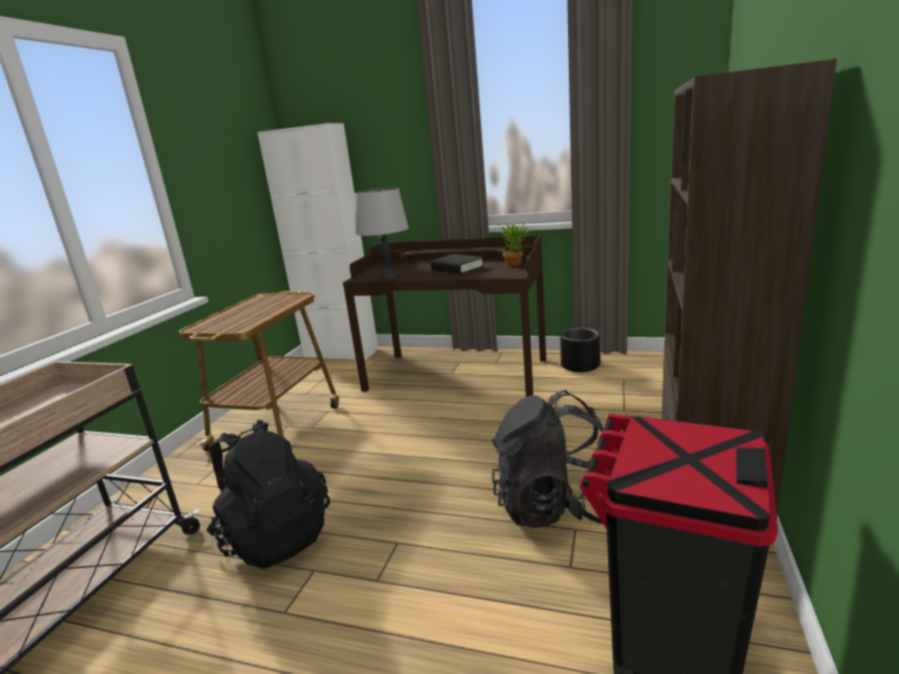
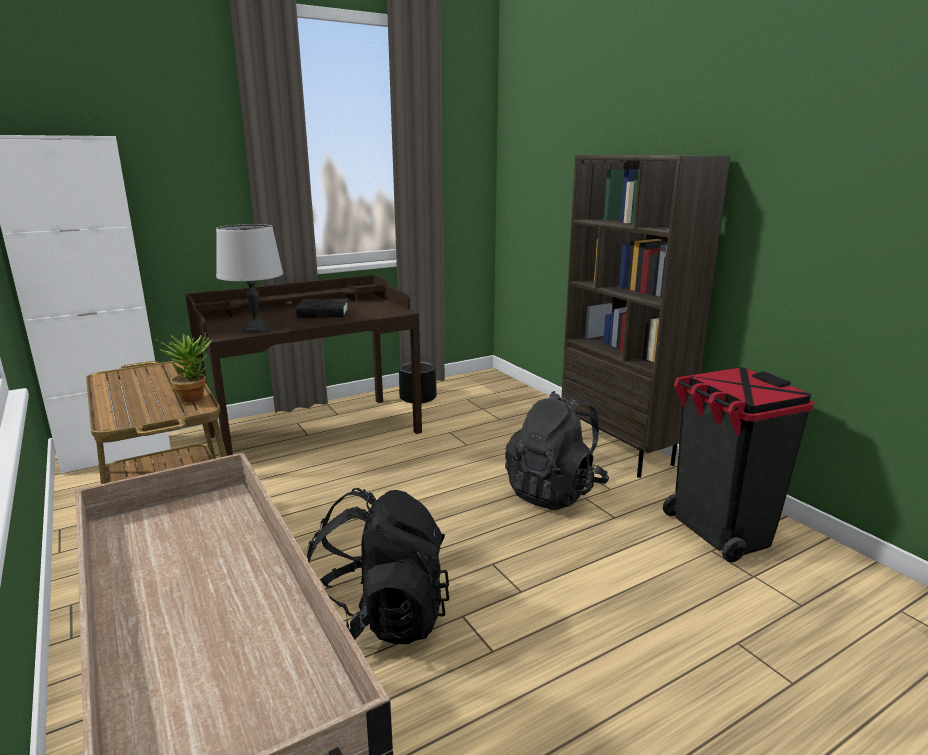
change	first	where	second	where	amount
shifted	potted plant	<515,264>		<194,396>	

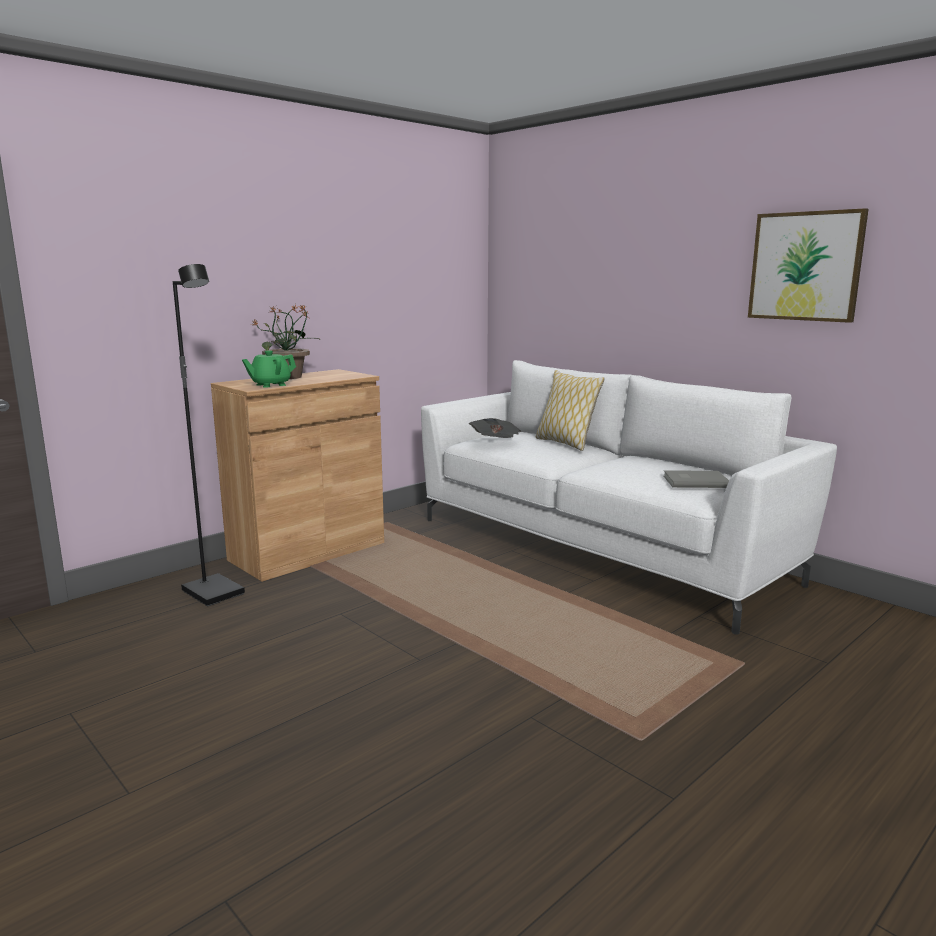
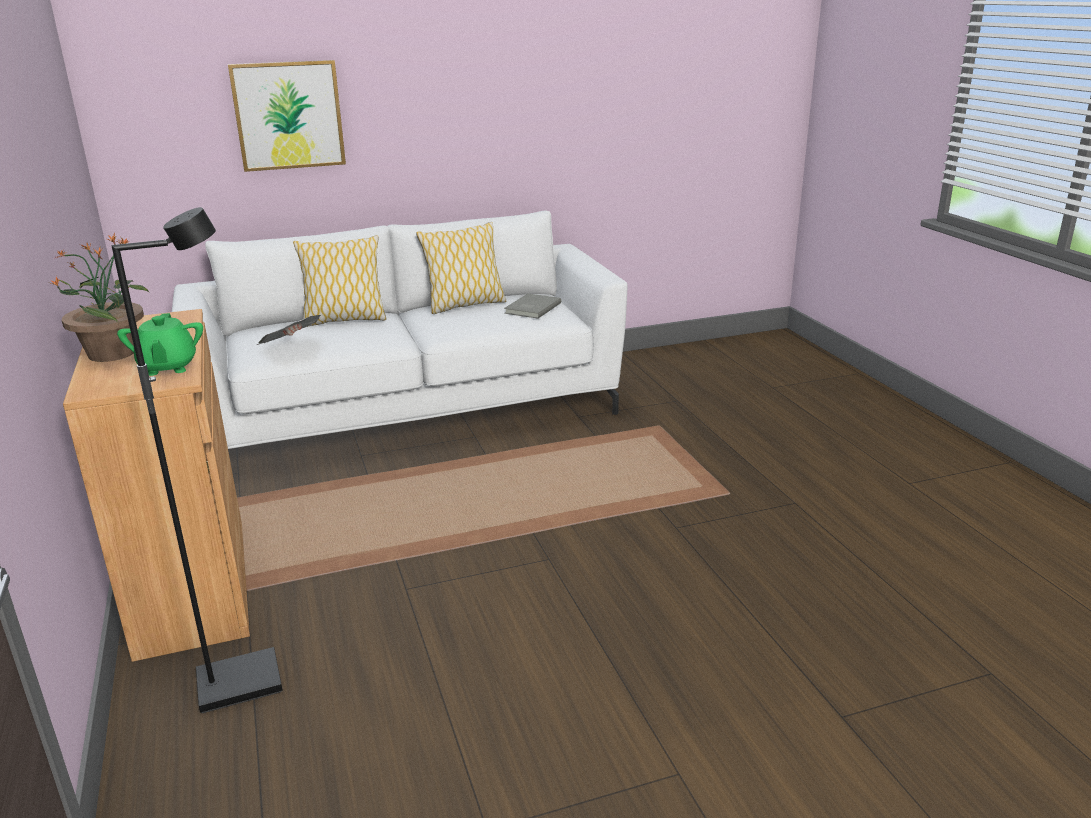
change	first	where	second	where	amount
shifted	picture	<805,266>		<288,115>	
new			pillow	<464,305>	

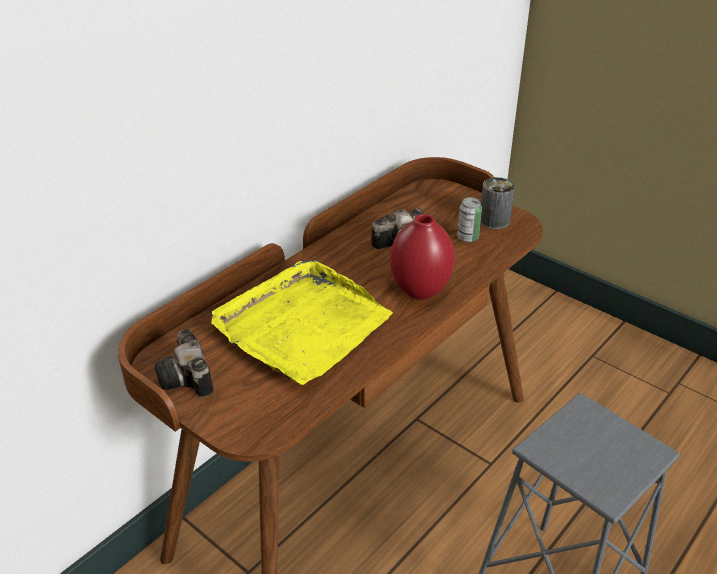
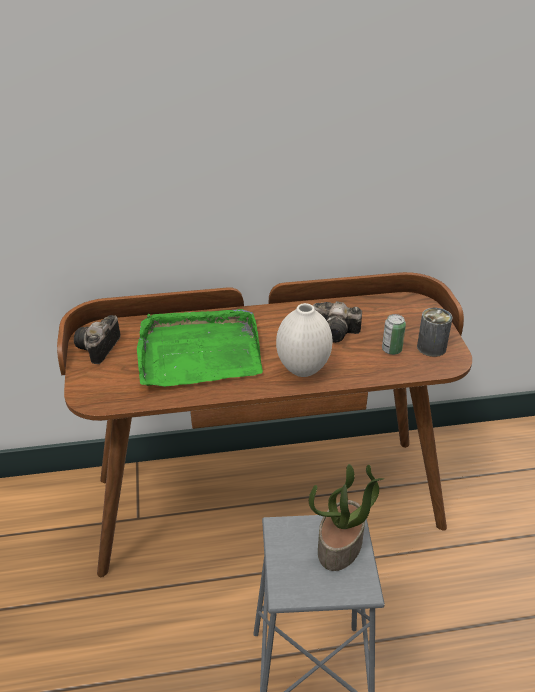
change	first	where	second	where	amount
repainted	yellow tray	<302,325>	green tray	<198,352>	
repainted	red vase	<419,292>	white vase	<302,369>	
new			potted plant	<341,546>	

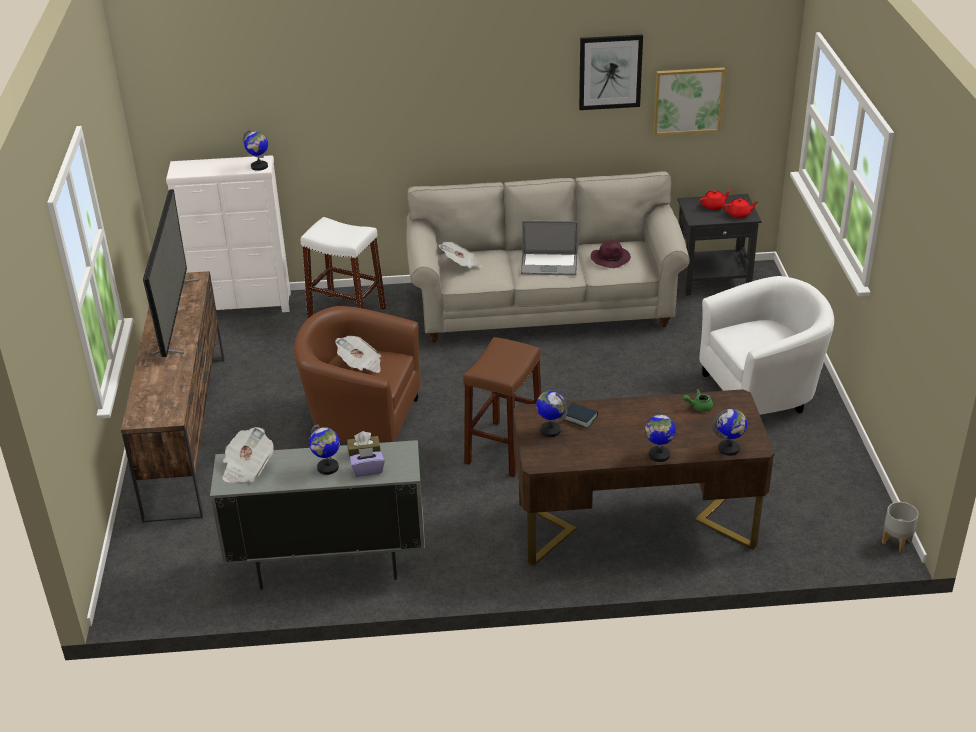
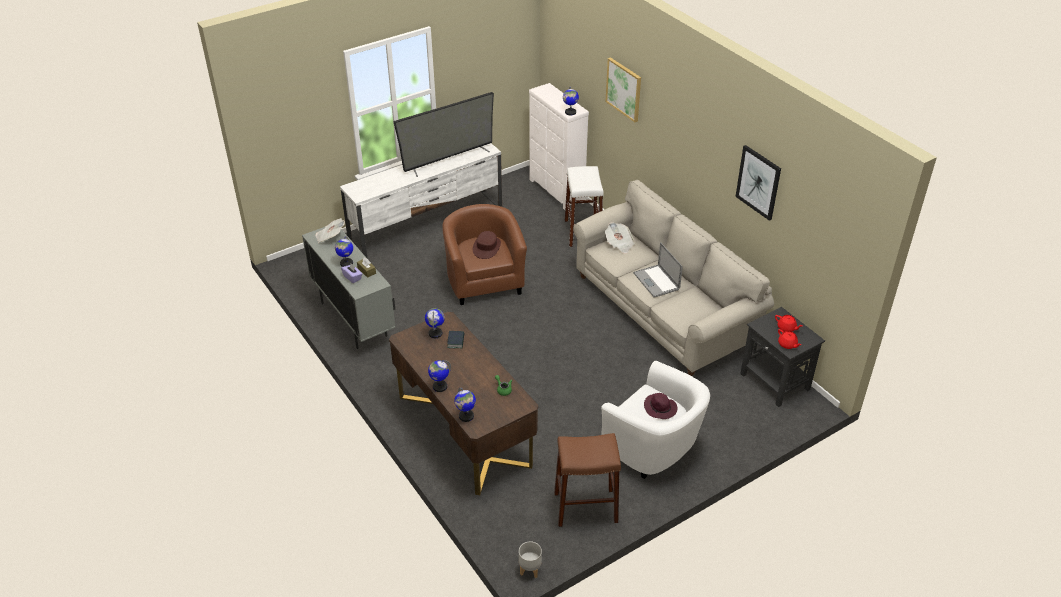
change	first	where	second	where	amount
repainted	brown tv stand	<187,433>	white tv stand	<427,224>	
swapped	newspaper	<360,365>	brown hat	<487,247>	
shifted	brown stool	<504,448>		<585,507>	
shifted	picture	<688,100>		<624,89>	
shifted	purple hat	<611,259>		<660,408>	

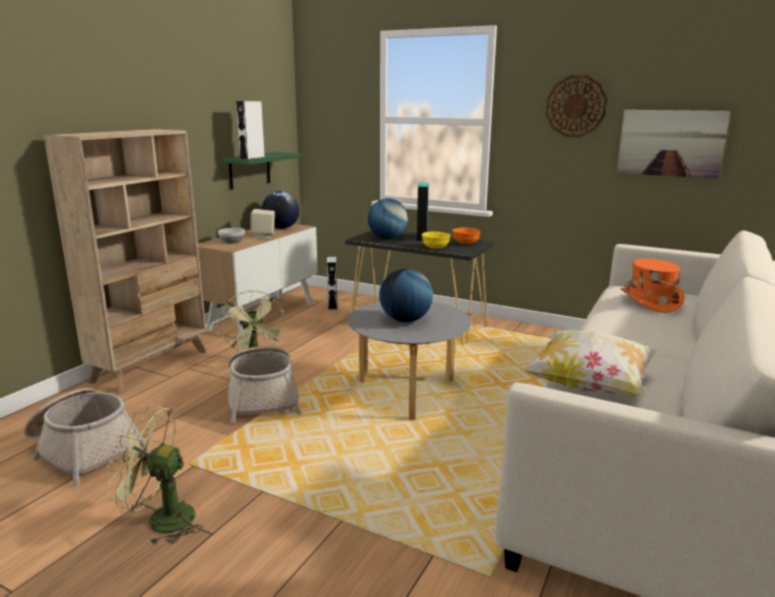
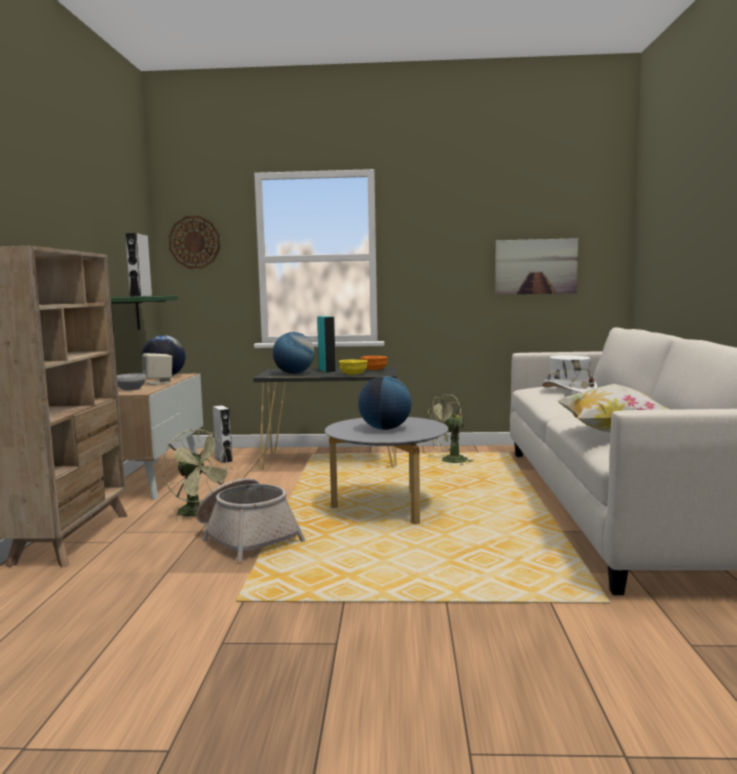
change	first	where	second	where	amount
shifted	wall clock	<576,106>		<194,242>	
shifted	green fan	<161,519>		<449,461>	
repainted	orange hat	<650,301>	white hat	<568,390>	
gone	basket	<85,450>			

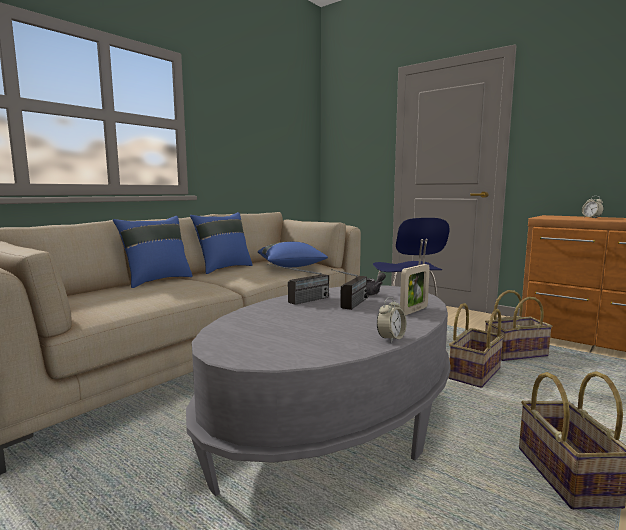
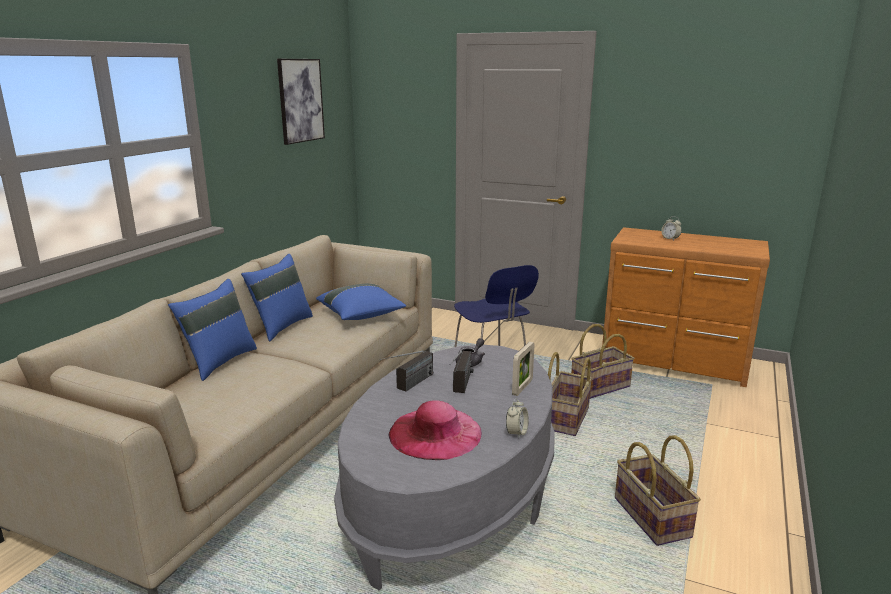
change	first	where	second	where	amount
new			picture	<300,100>	
new			pink hat	<435,433>	

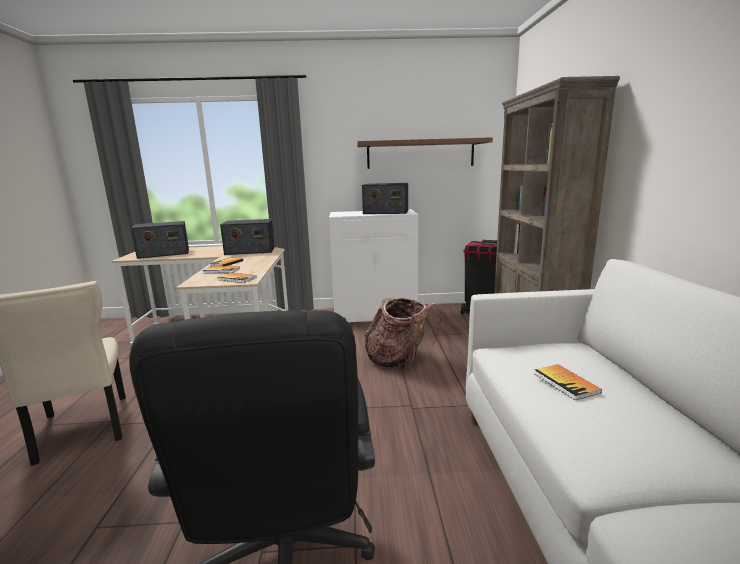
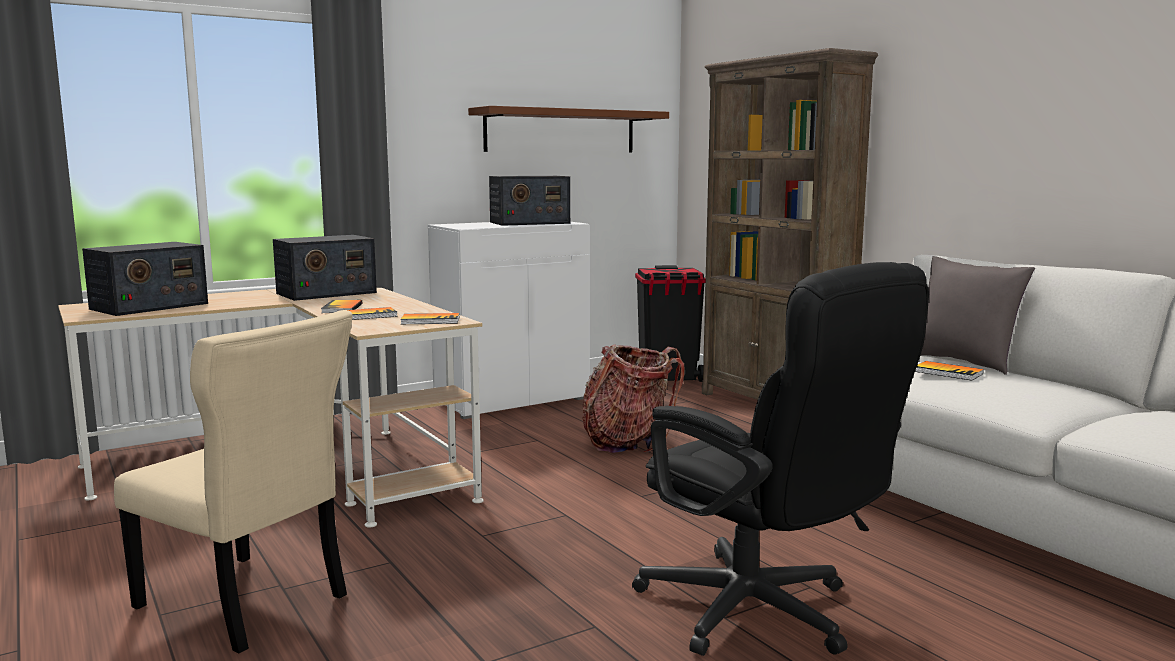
change	first	where	second	where	amount
new			grey pillow	<963,363>	

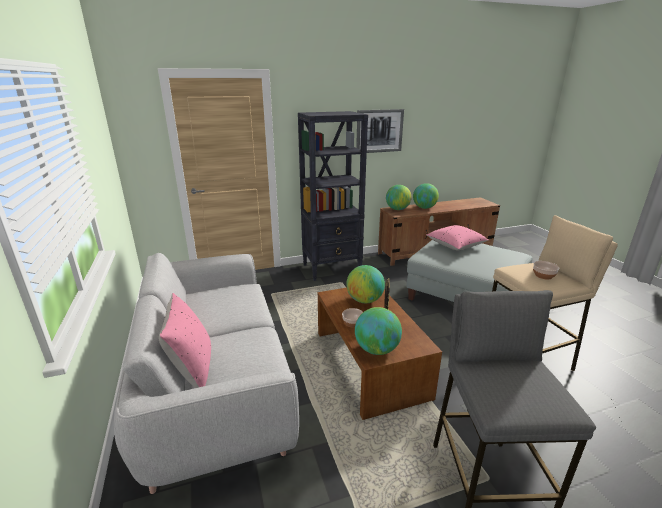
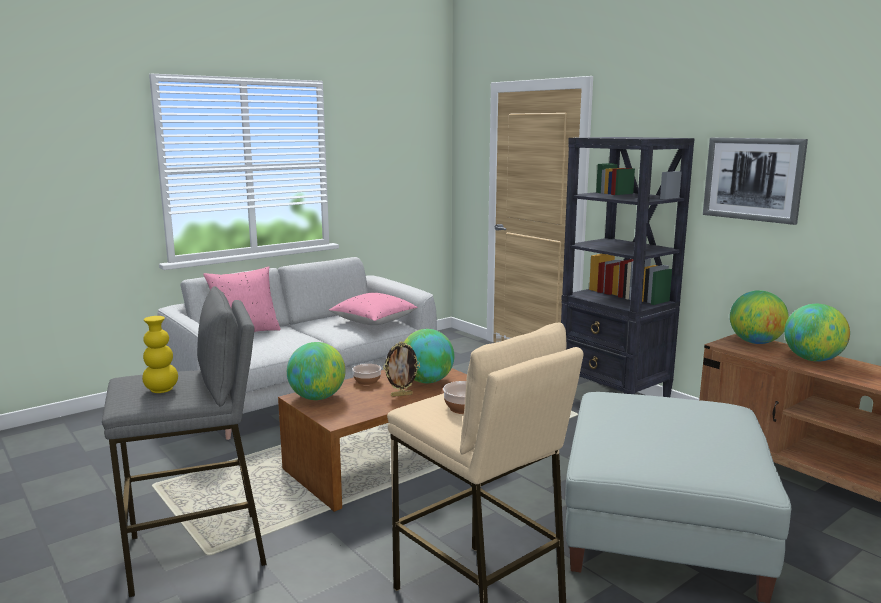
change	first	where	second	where	amount
new			yellow vase	<161,390>	
shifted	pink pillow	<455,246>		<374,322>	

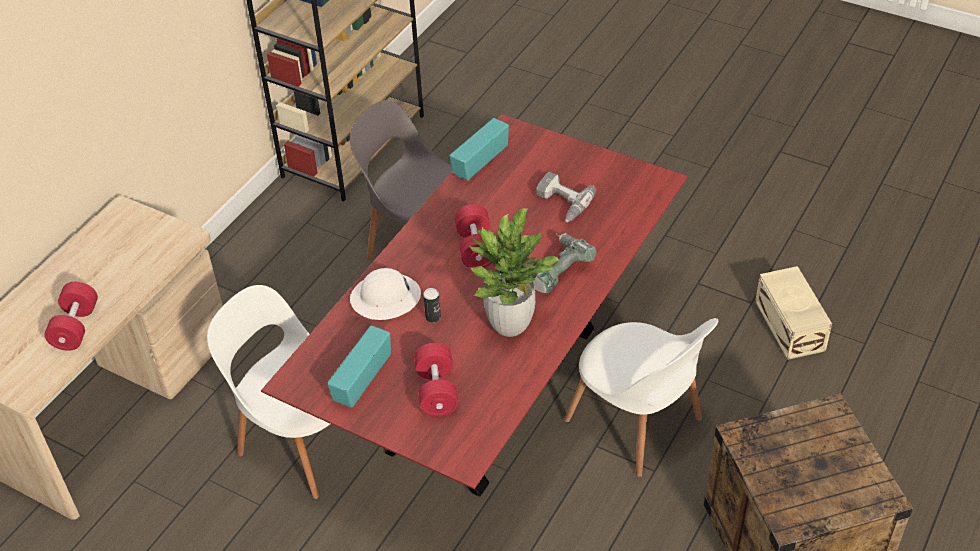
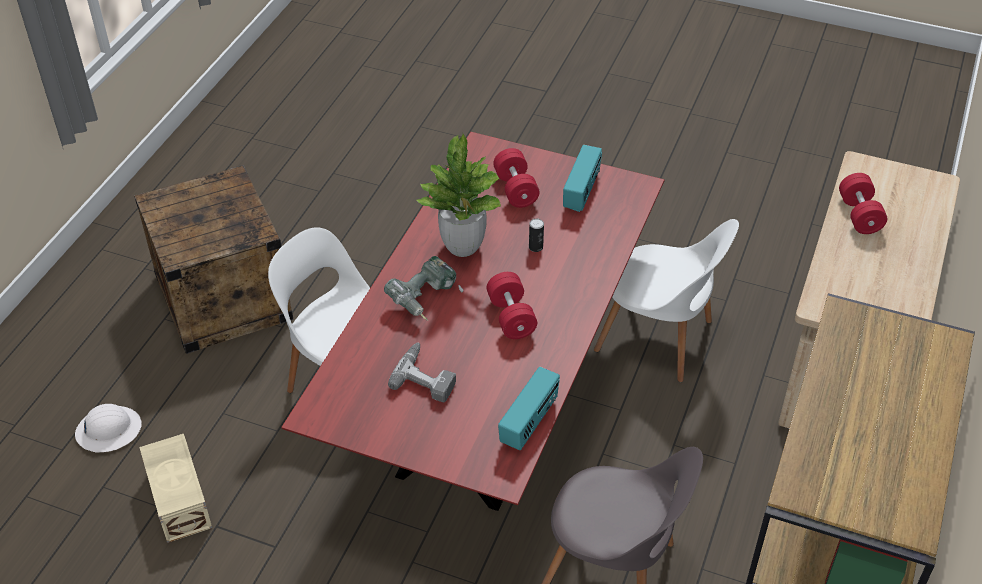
change	first	where	second	where	amount
shifted	white hard hat	<386,298>		<108,430>	

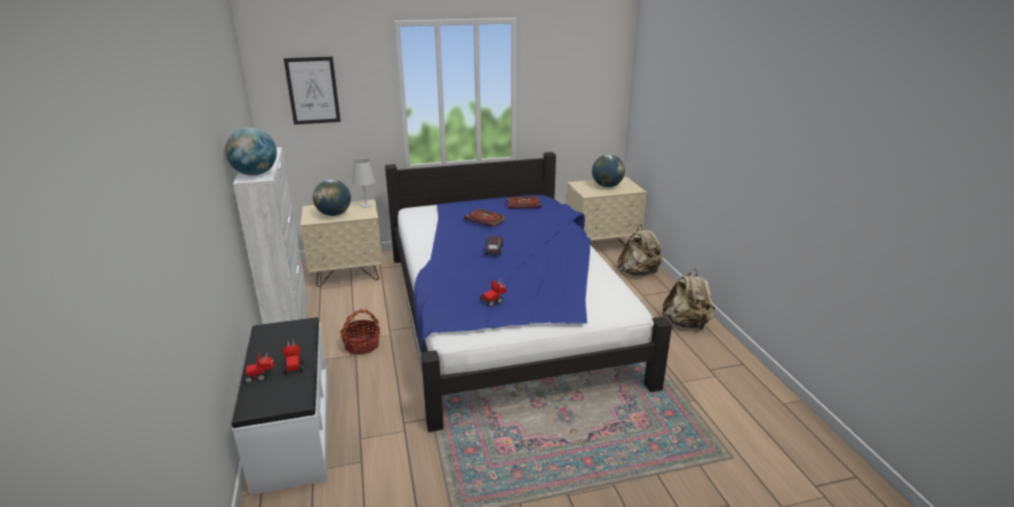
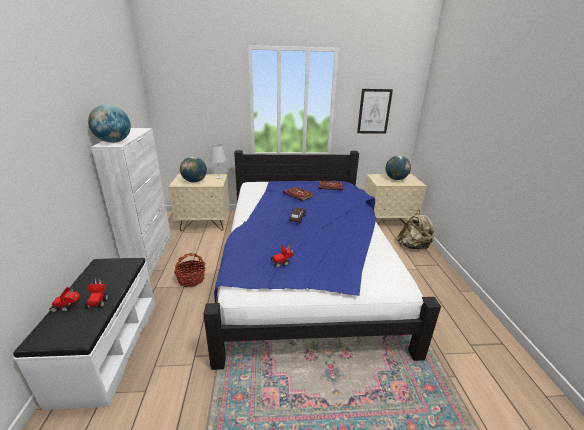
change	first	where	second	where	amount
shifted	picture	<313,90>		<374,111>	
gone	beige backpack	<687,323>			

